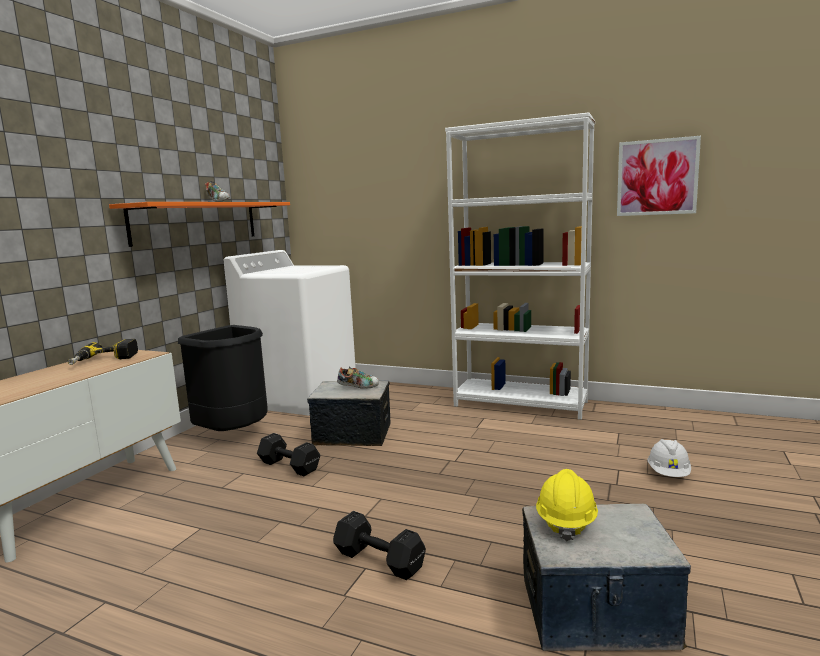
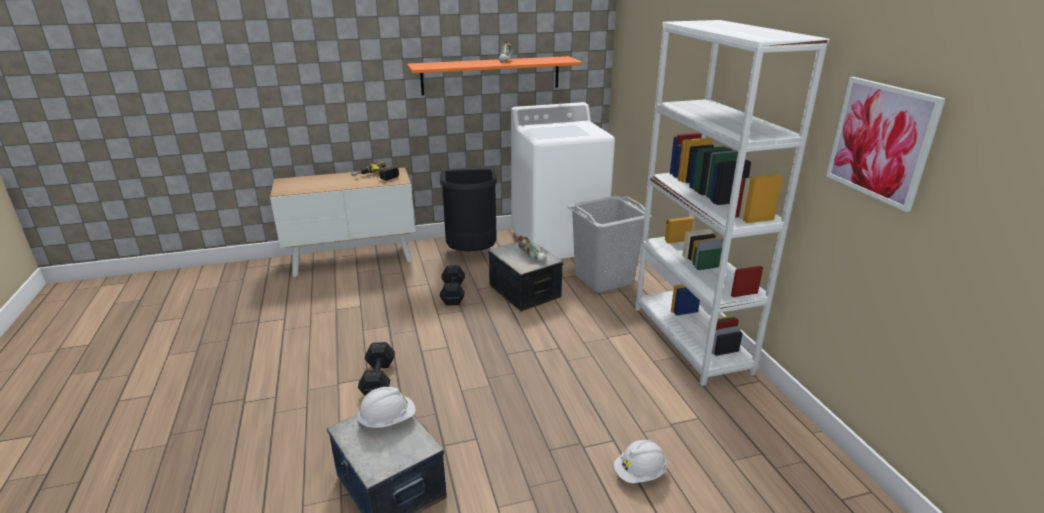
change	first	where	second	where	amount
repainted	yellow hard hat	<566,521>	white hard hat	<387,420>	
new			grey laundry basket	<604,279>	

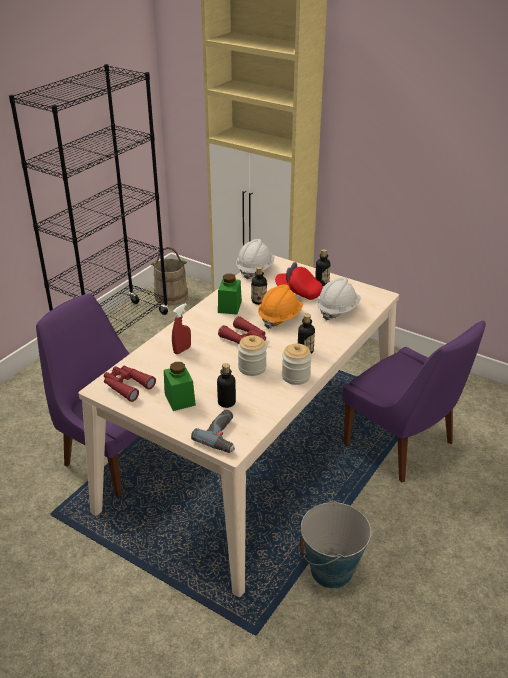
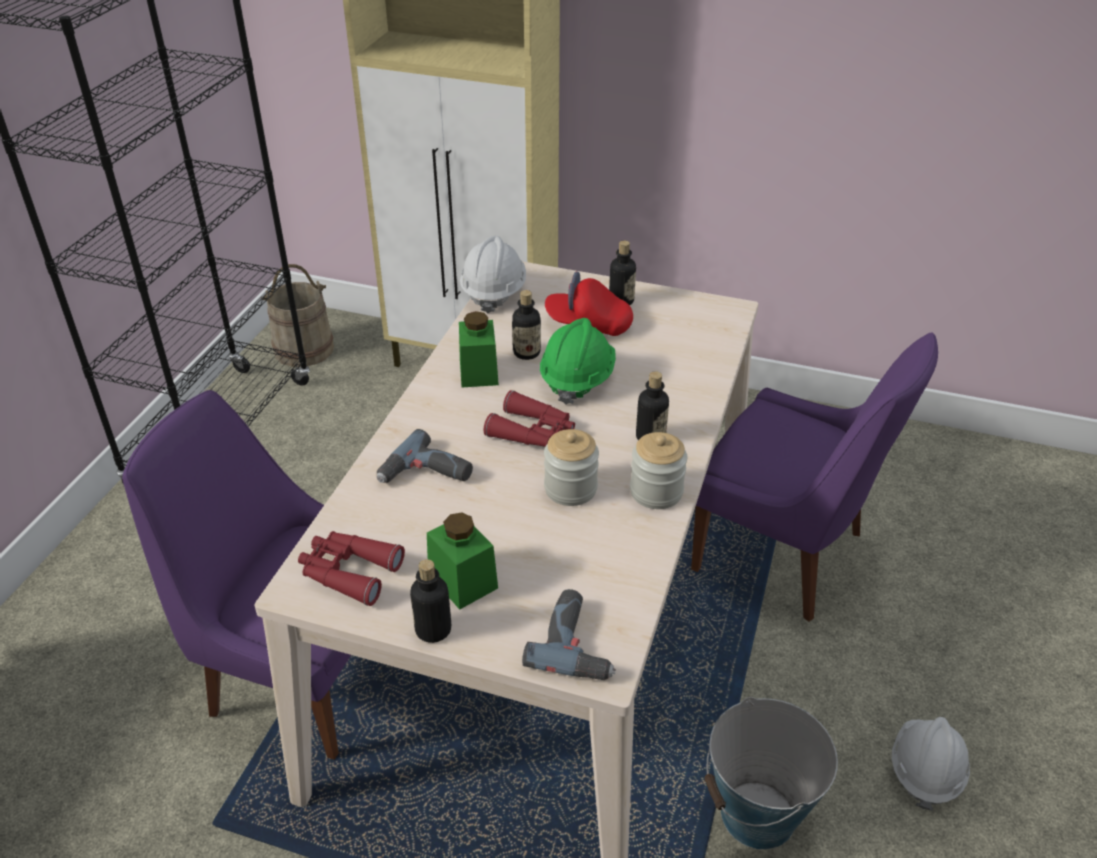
change	first	where	second	where	amount
swapped	red spray bottle	<182,350>	power drill	<426,475>	
shifted	bottle	<226,402>		<433,629>	
repainted	orange hard hat	<279,317>	green hard hat	<577,379>	
shifted	white hard hat	<337,310>		<925,771>	

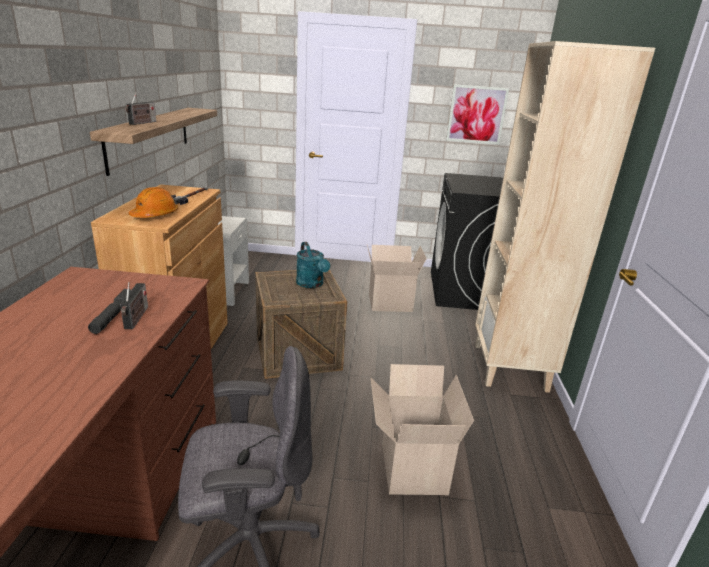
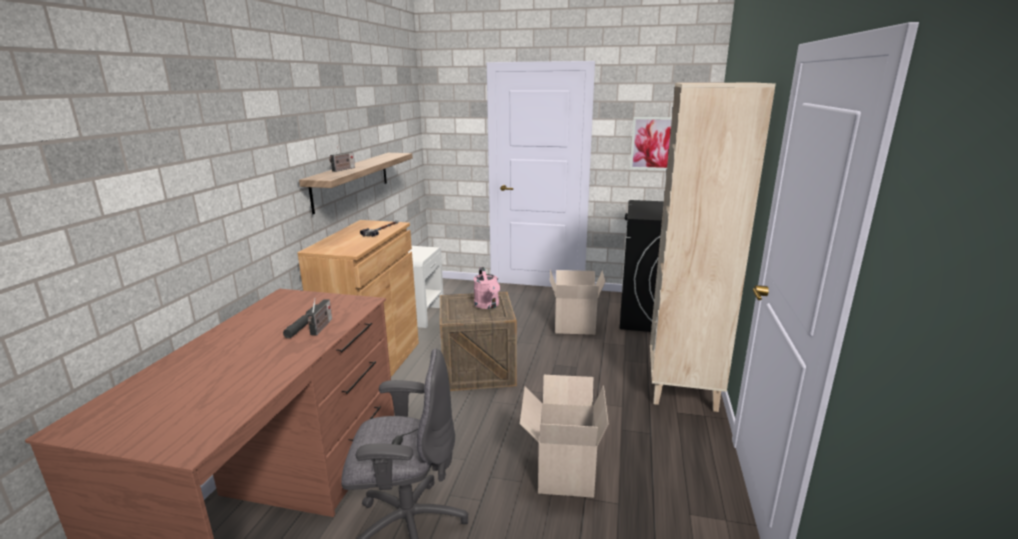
change	first	where	second	where	amount
repainted	turquoise watering can	<312,284>	pink watering can	<488,305>	
gone	orange hard hat	<155,215>			

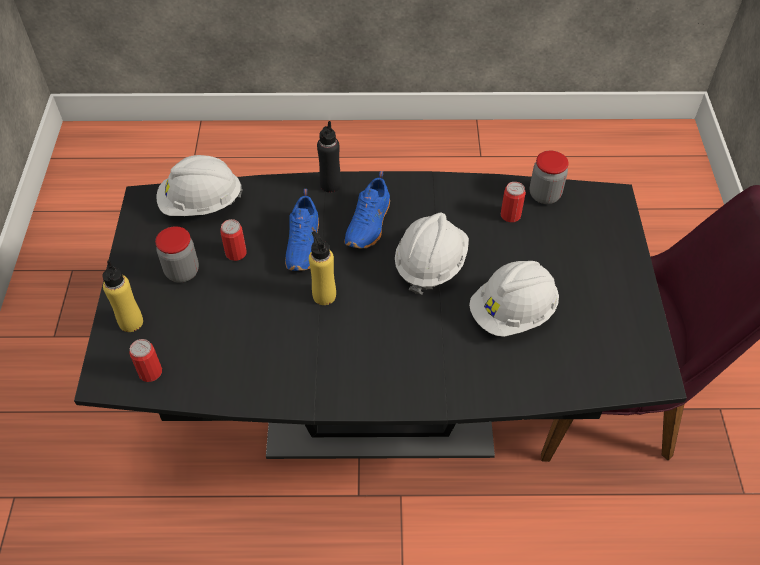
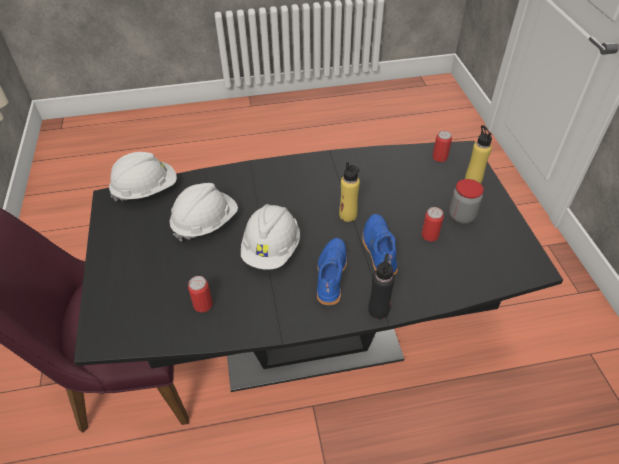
change	first	where	second	where	amount
shifted	white hard hat	<201,204>		<146,190>	
gone	jar	<544,195>			

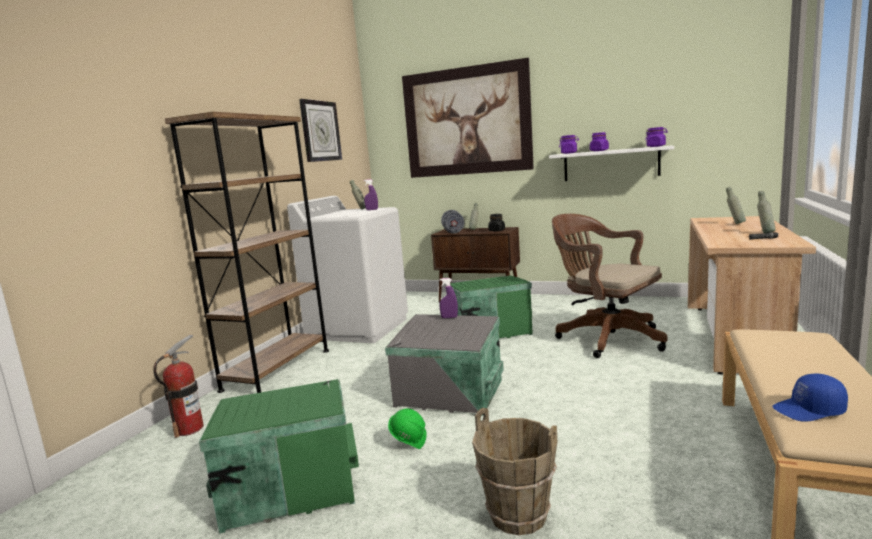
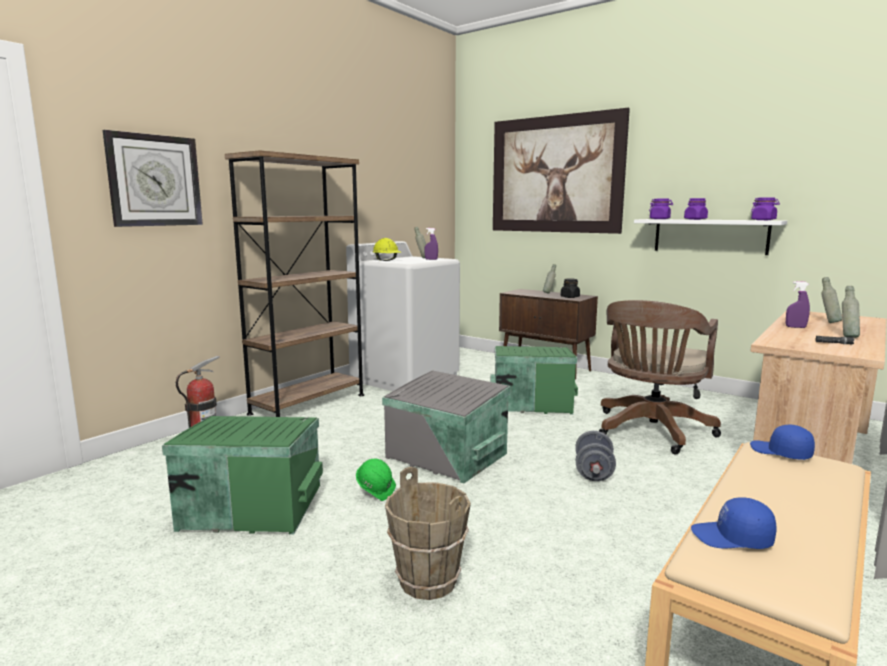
change	first	where	second	where	amount
shifted	wall clock	<320,131>		<154,181>	
new			yellow hard hat	<387,260>	
shifted	grey dumbbell	<453,232>		<593,472>	
rotated	brown office chair	<606,338>		<651,432>	120 degrees counterclockwise
new			blue cap	<780,453>	
shifted	purple spray bottle	<449,317>		<795,327>	

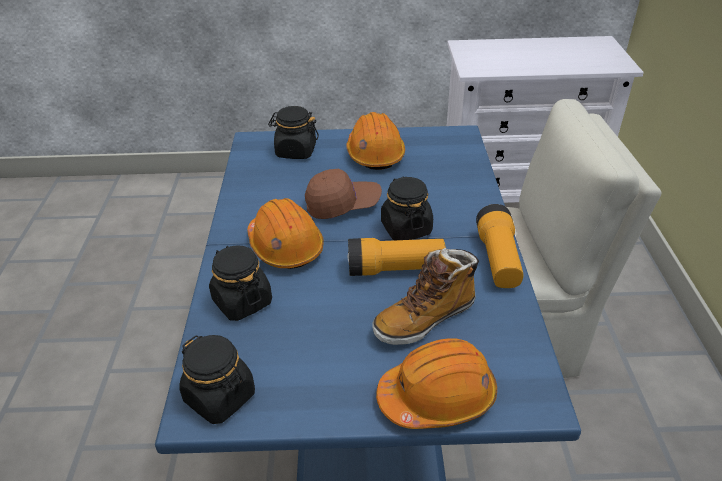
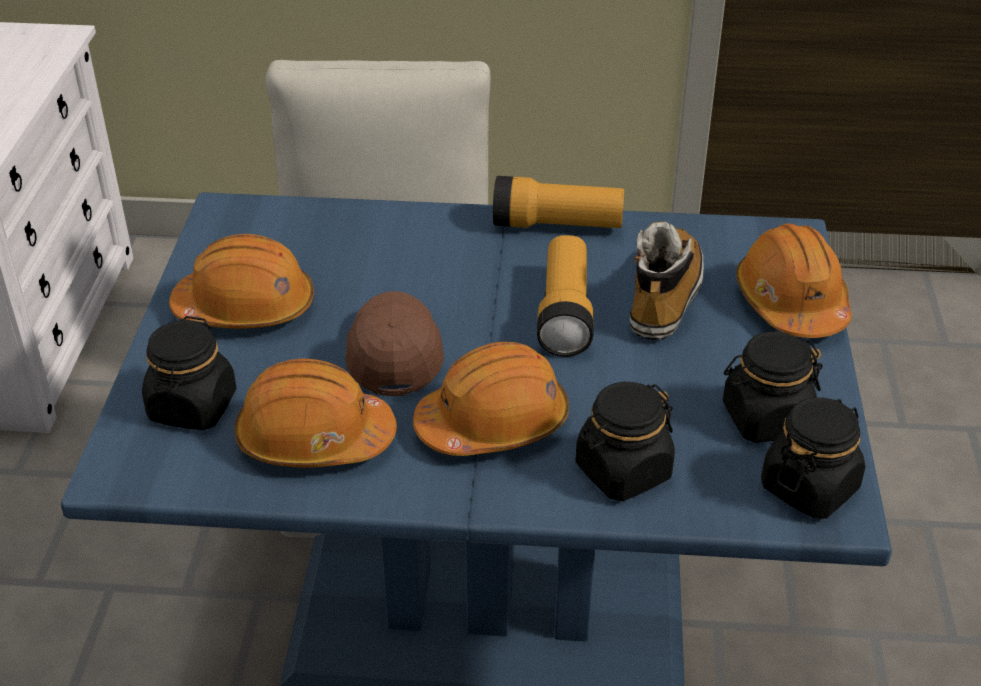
change	first	where	second	where	amount
new			orange hard hat	<314,439>	
rotated	boot	<425,318>		<664,297>	135 degrees counterclockwise
shifted	black jar	<406,228>		<765,418>	

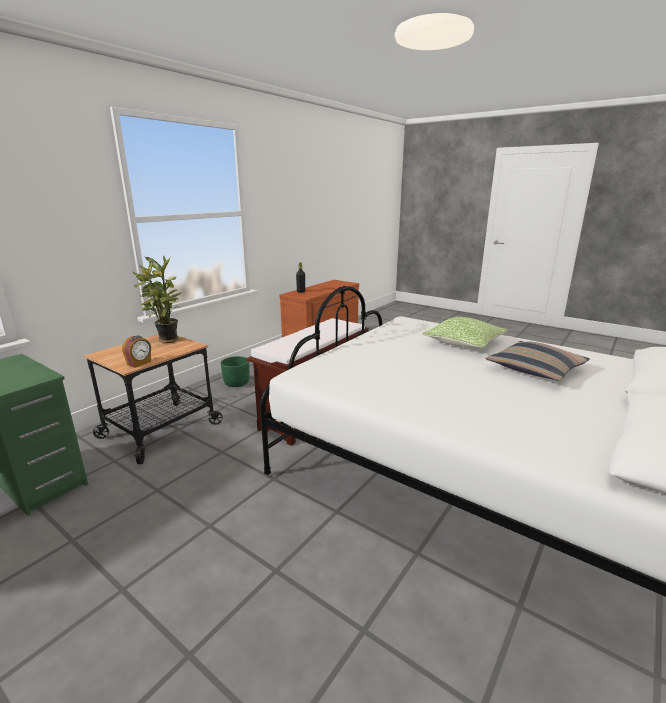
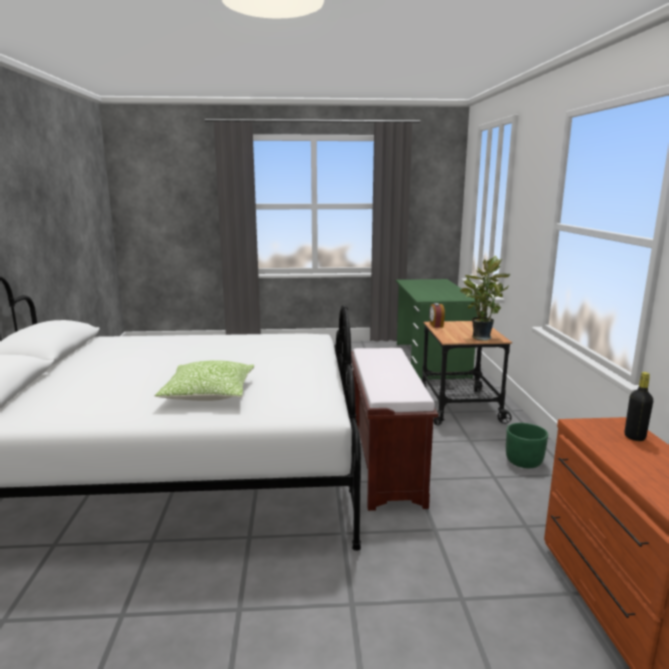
change	first	where	second	where	amount
gone	pillow	<535,369>			

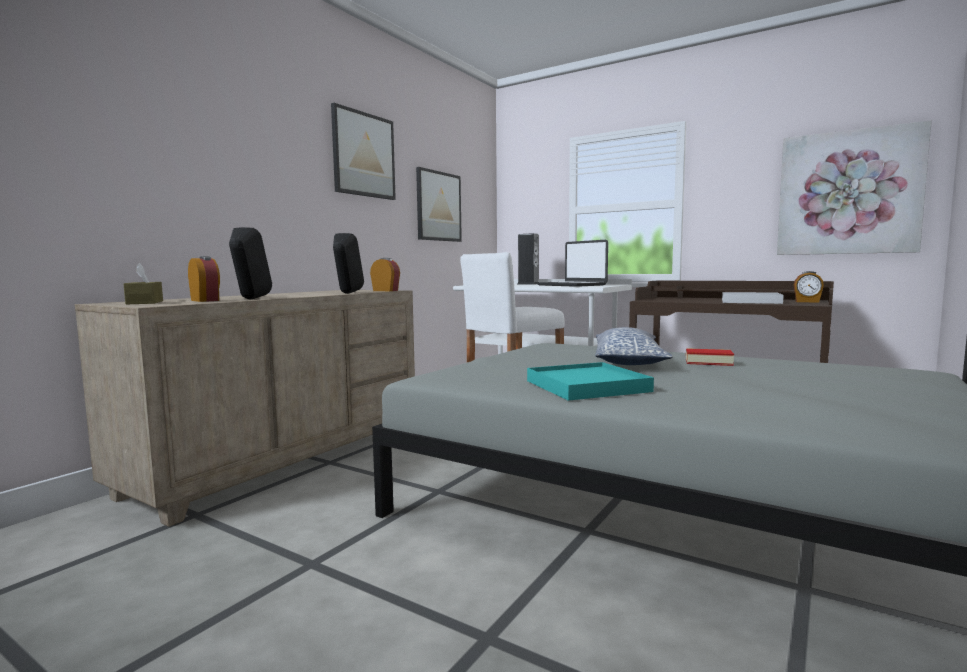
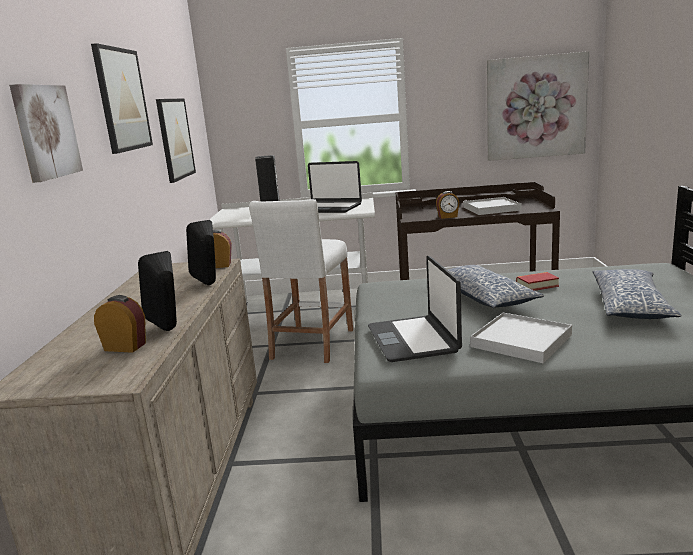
change	first	where	second	where	amount
new			picture	<45,132>	
new			laptop	<413,339>	
shifted	alarm clock	<807,302>		<448,217>	
repainted	turquoise tray	<587,386>	white tray	<521,341>	
new			pillow	<630,305>	
gone	brown tissue box	<145,302>			

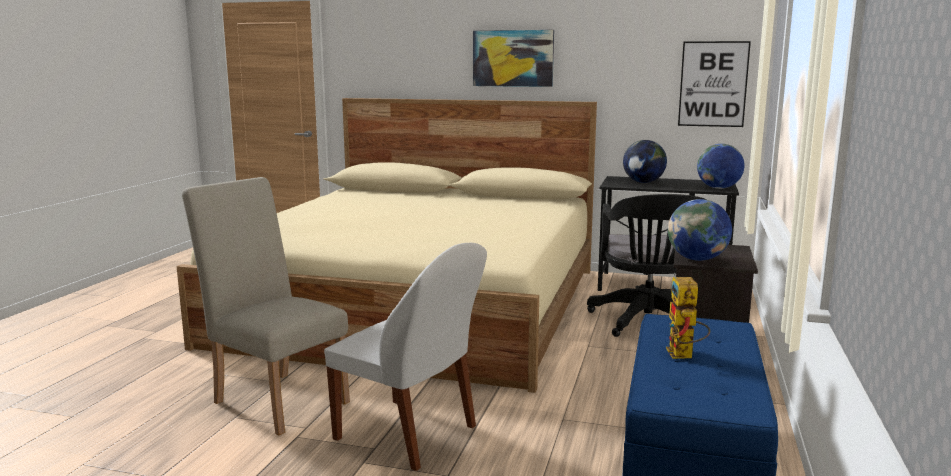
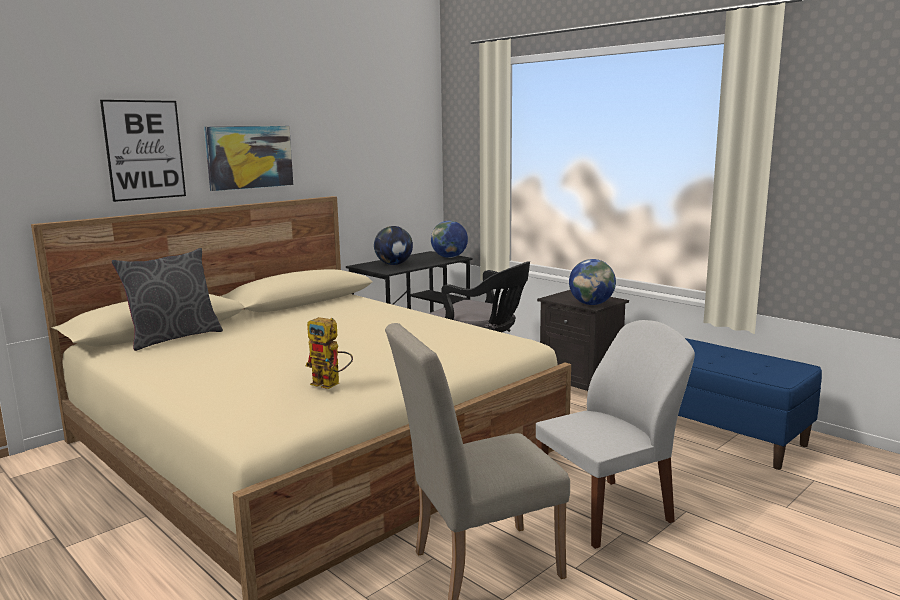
change	first	where	second	where	amount
shifted	picture	<713,84>		<144,150>	
new			grey pillow	<173,338>	
shifted	toy robot	<684,356>		<331,384>	

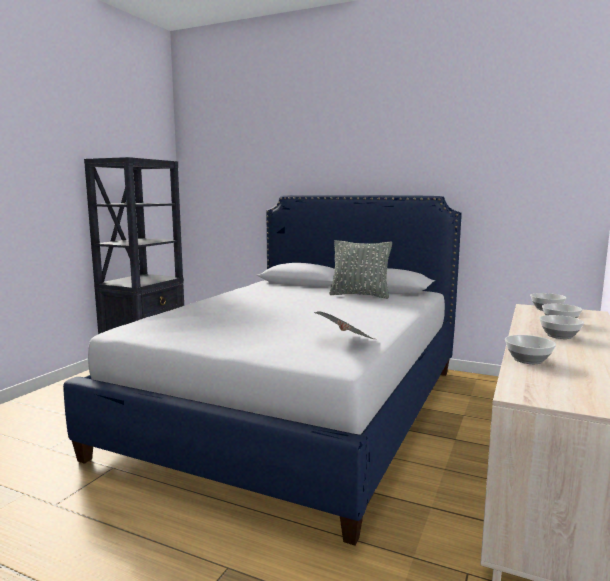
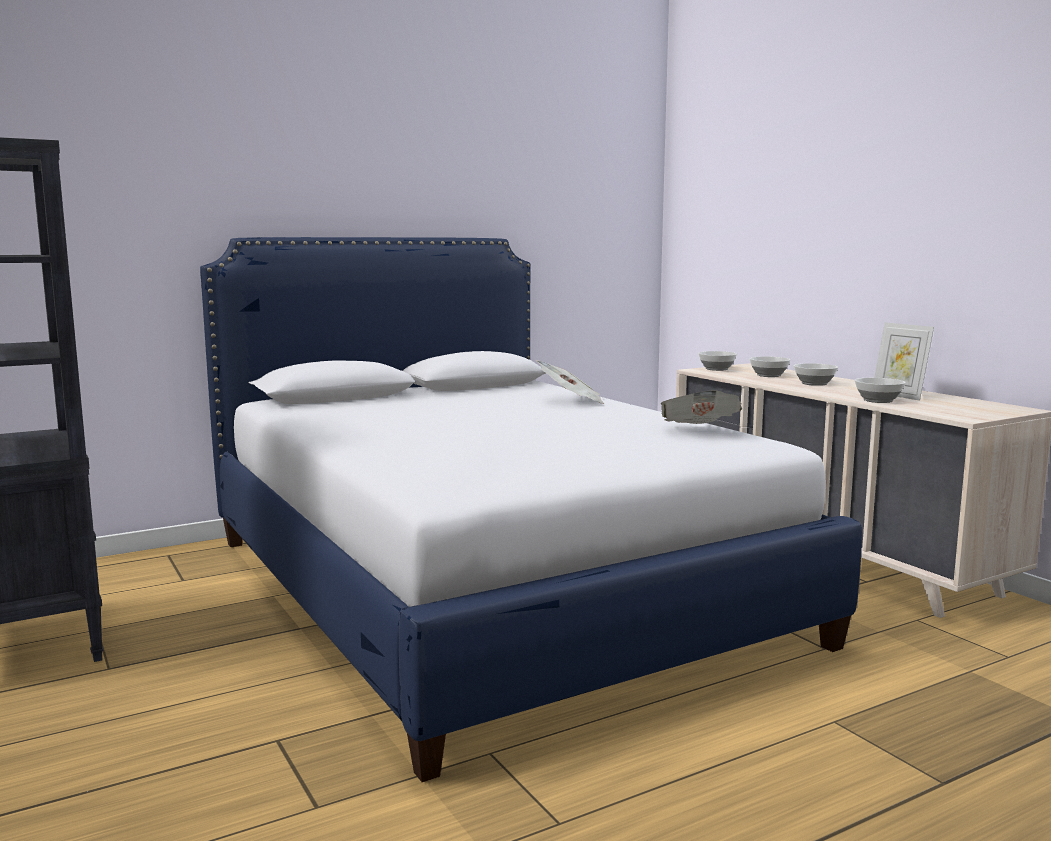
change	first	where	second	where	amount
new			newspaper	<571,401>	
new			picture frame	<899,395>	
gone	grey pillow	<360,295>			

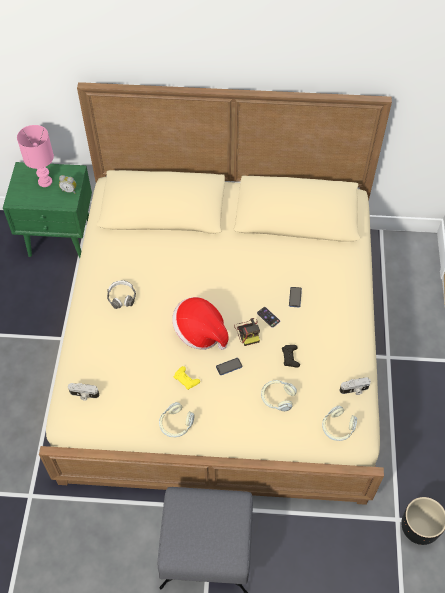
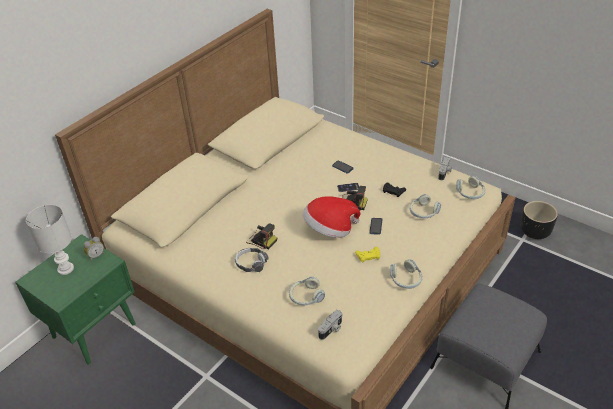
change	first	where	second	where	amount
repainted	pink table lamp	<45,182>	white table lamp	<66,269>	
new			photo camera	<261,240>	
new			headphones	<306,297>	

